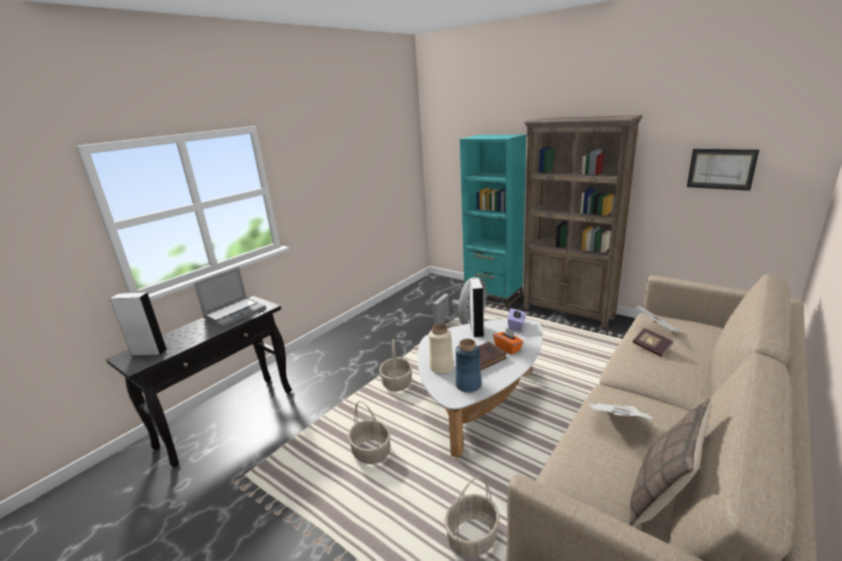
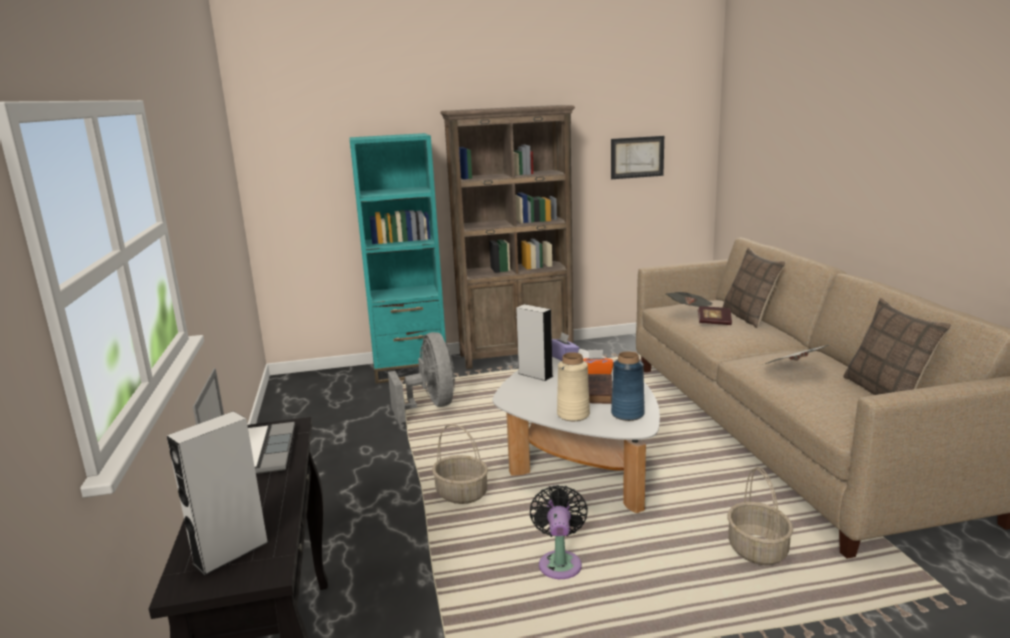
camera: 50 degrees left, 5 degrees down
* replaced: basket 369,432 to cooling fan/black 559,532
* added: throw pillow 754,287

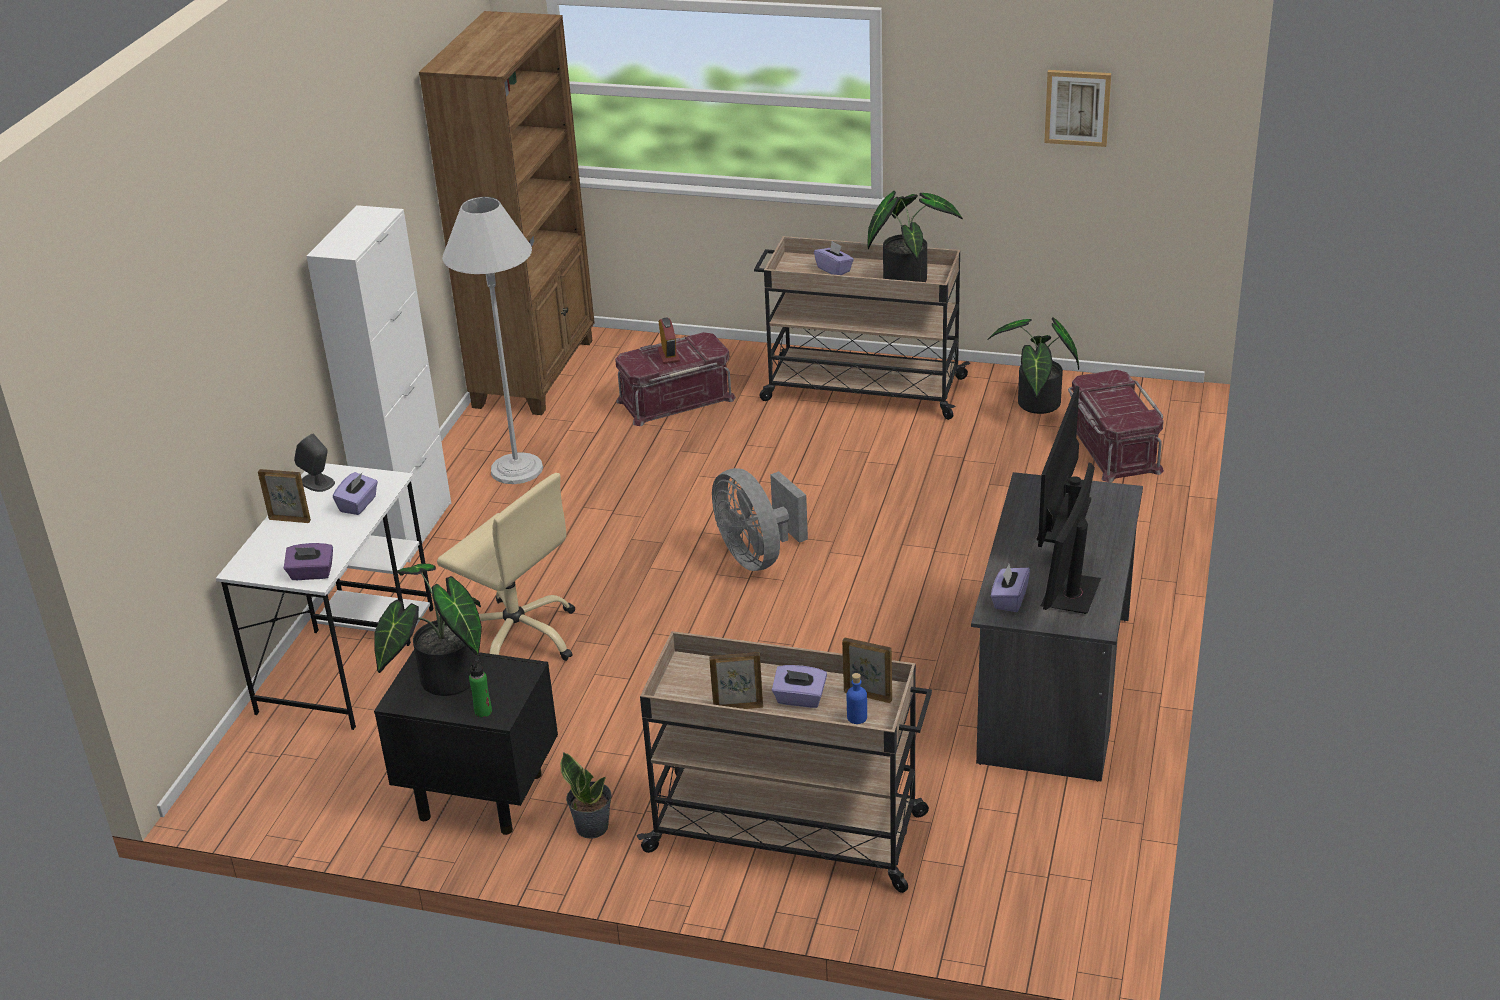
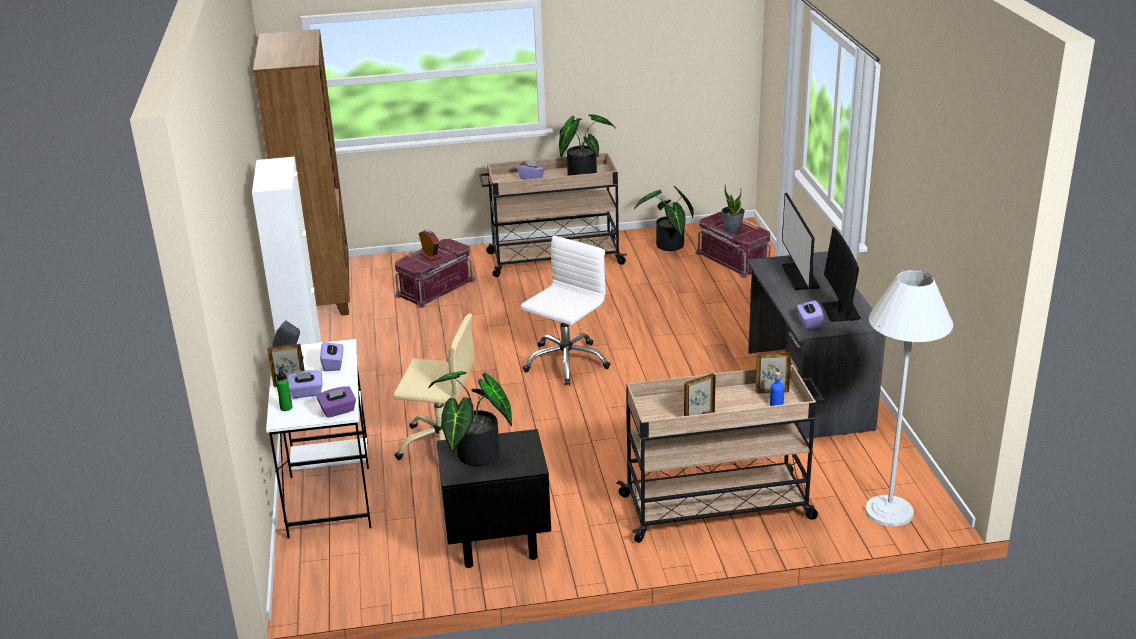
camera: 25 degrees left, 5 degrees down
* moved: bottle/green-coloured 480,687 to 284,389
* moved: box of tissues/purplish 799,686 to 304,384
* replaced: cooling fan/greyish 760,519 to computer chair/whitish 566,311
* moved: plant in a pot 586,795 to 733,209
* moved: floor lamp/whitish 492,340 to 909,398
* removed: picture 1077,108

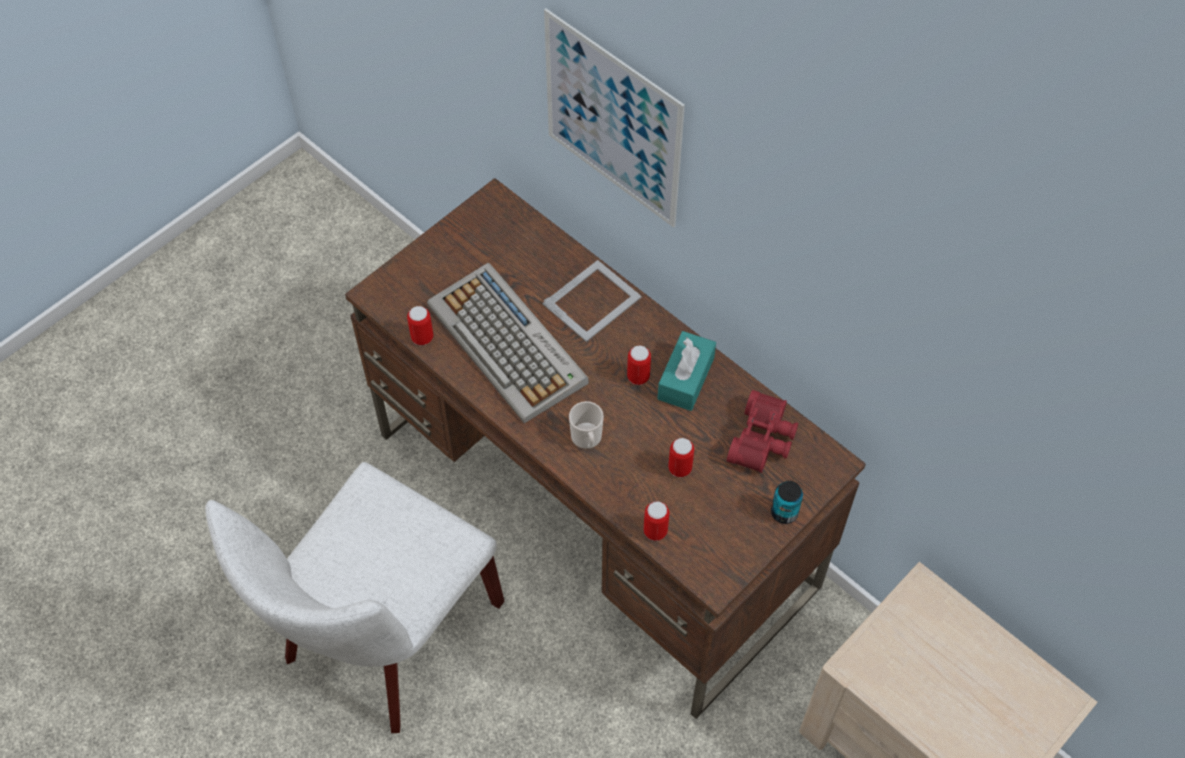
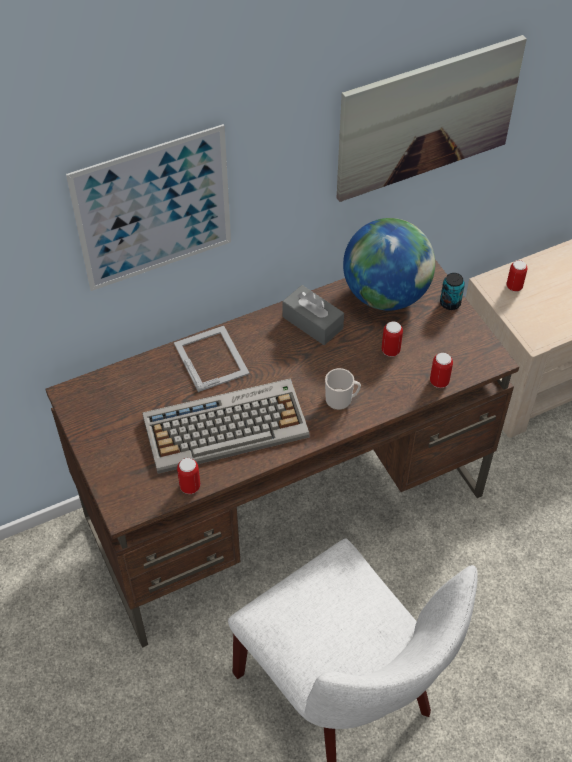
camera: 70 degrees left, 5 degrees down
* recoloured: box of tissues/blue-green 686,371 to box of tissues/greyish 313,315
* added: picture 432,118
* replaced: field glasses/reddish 762,431 to desk globe 389,264
* moved: metal can 639,365 to 517,276

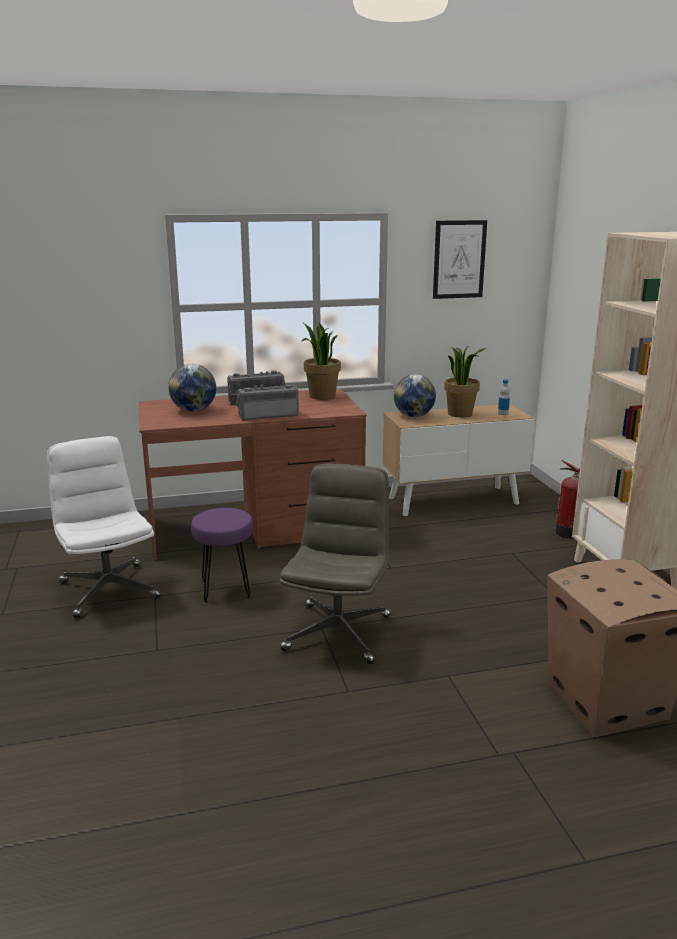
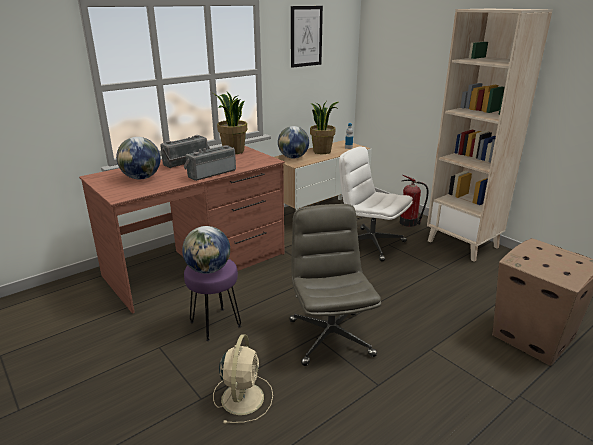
camera: 25 degrees left, 5 degrees up
* added: desk globe 206,250
* added: cooling fan/sand-coloured 243,379
* moved: computer chair/whitish 104,527 to 376,204

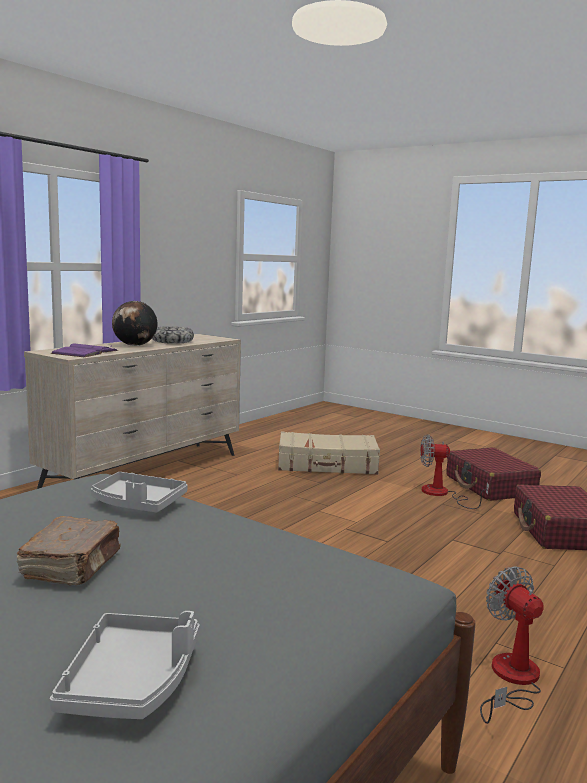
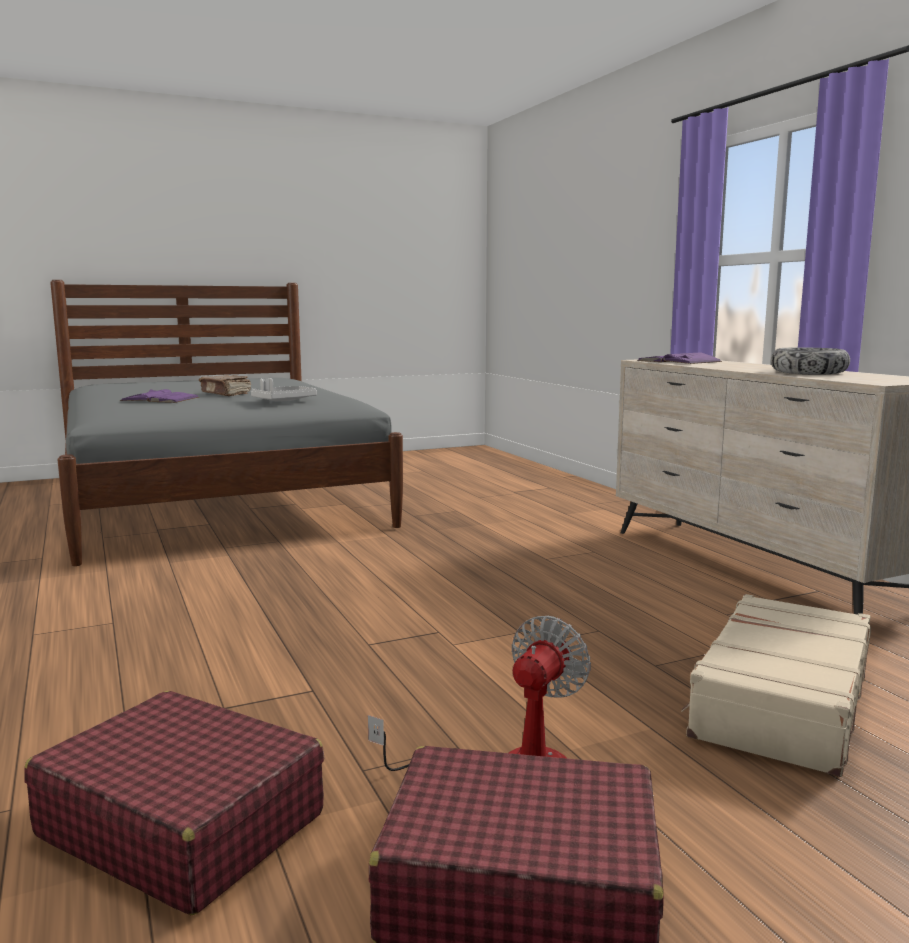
camera: 120 degrees right, 0 degrees up
* added: volume/purplish 159,396
* removed: carrying tray/greyish 125,665
* removed: desk globe 135,323
* removed: cooling fan 512,645

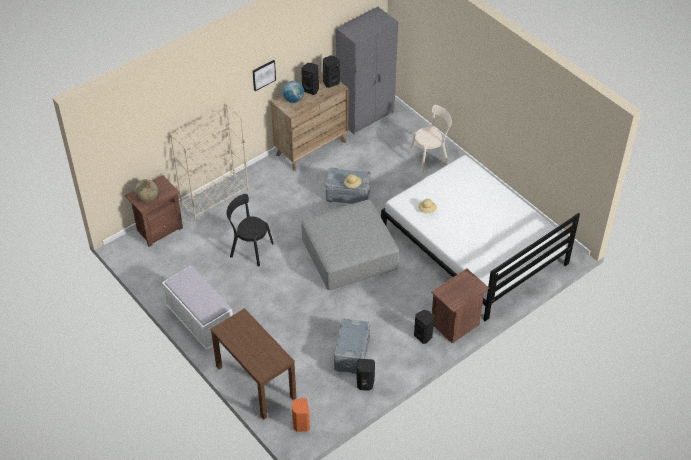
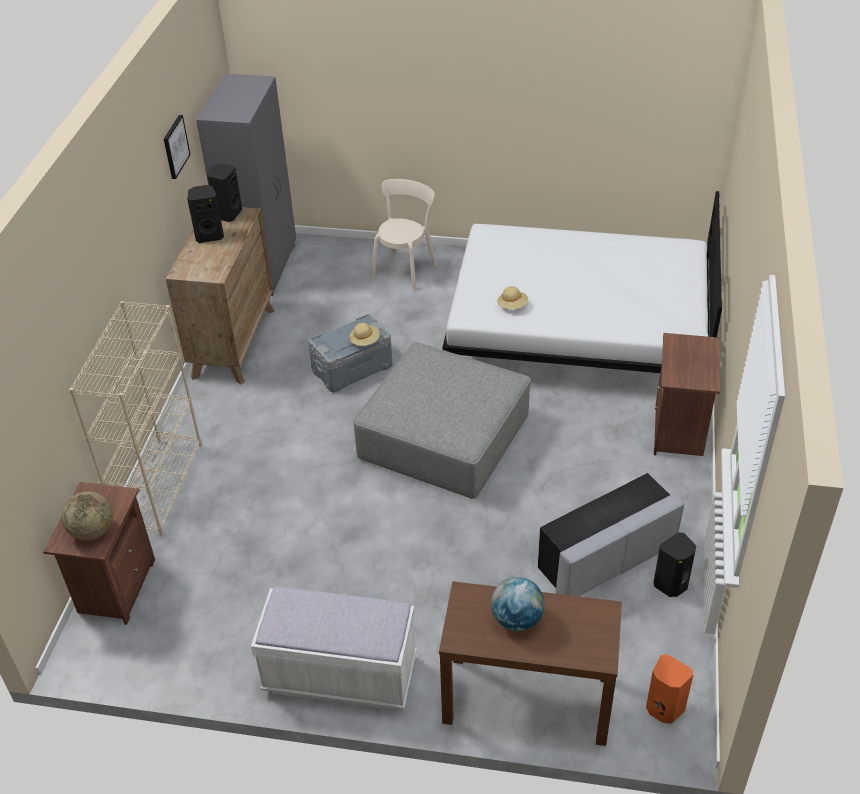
camera: 40 degrees left, 5 degrees down
* moved: picture 264,75 to 177,147
* moved: desk globe 293,92 to 518,604
* replaced: storage container/greyish 352,346 to ottoman/greyish 611,535
* removed: upright chair/black 250,230
* removed: loudspeaker/black 424,327

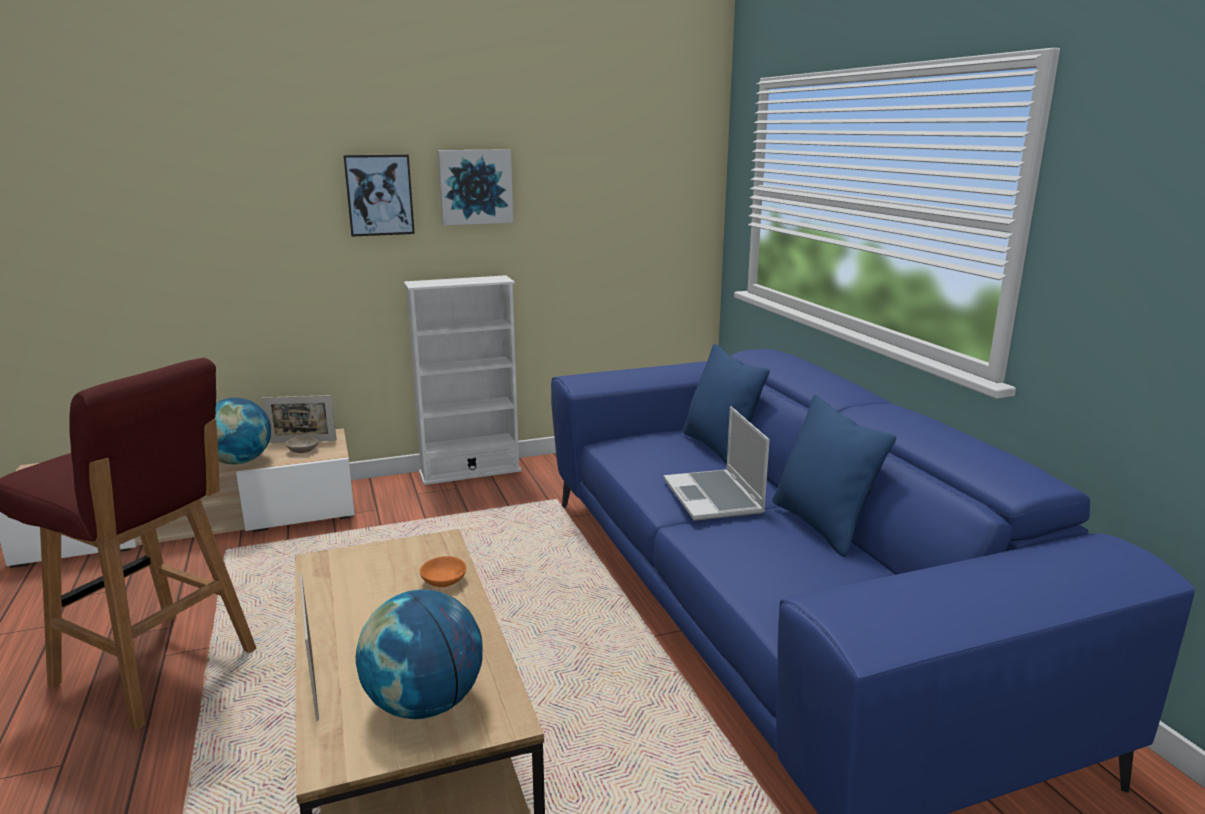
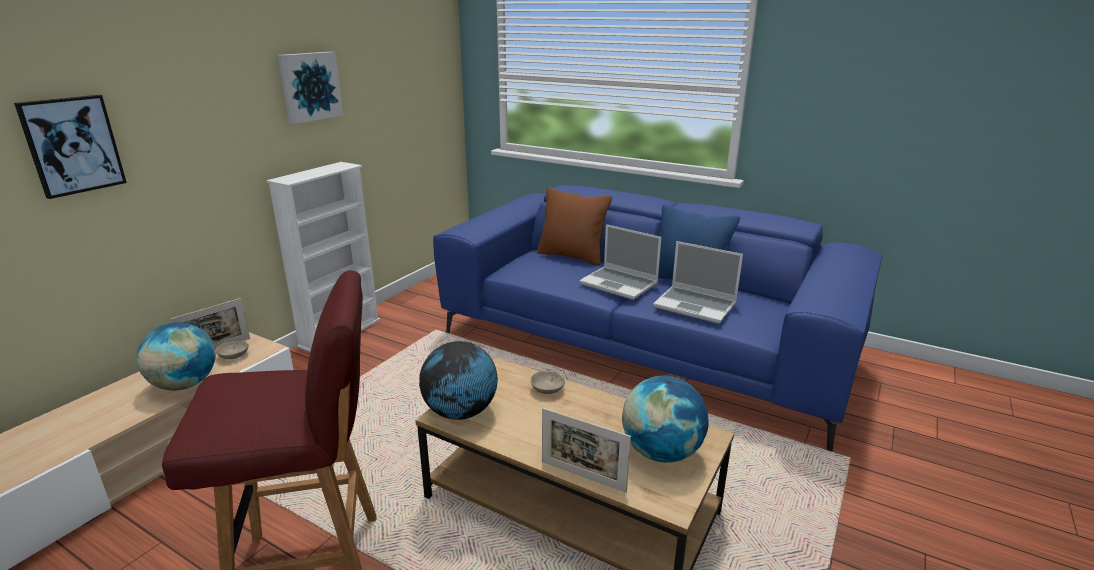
camera: 40 degrees left, 5 degrees up
* moved: picture 379,195 to 70,147
* added: desk globe 458,380
* recoloured: deep dish/orange-coloured 443,571 to deep dish/sand-coloured 547,382
* recoloured: throw pillow/blue 726,404 to throw pillow/brown 574,226
* added: portable computer 698,282

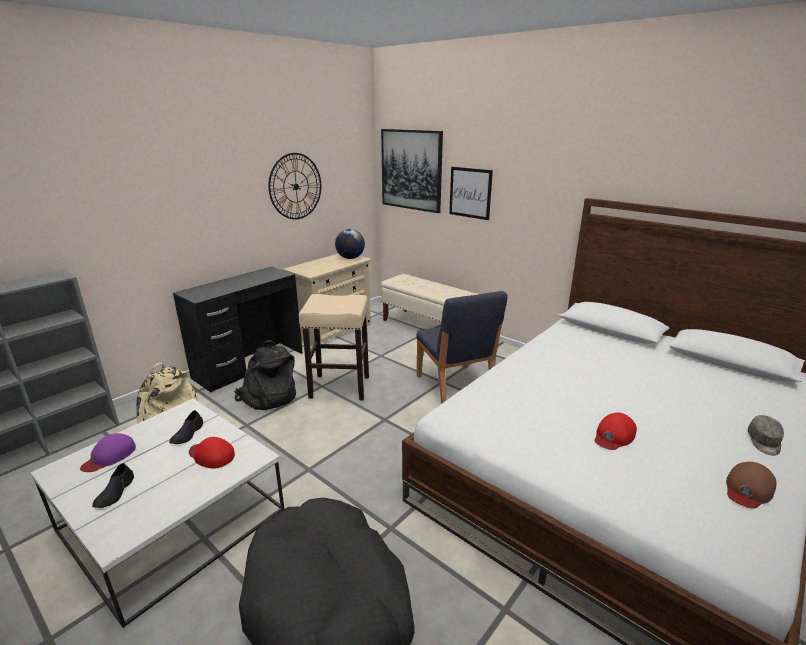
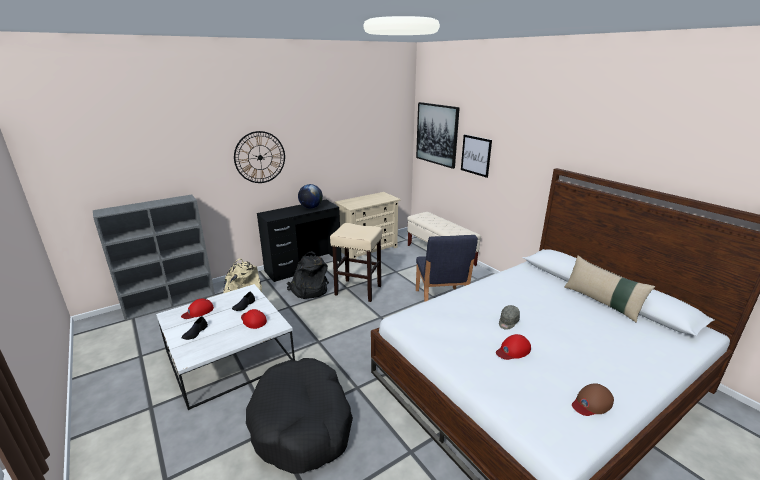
camera: 15 degrees right, 0 degrees up
* recoloured: baseball cap/purplish 108,452 to baseball cap/reddish 197,309
* moved: clock on the wall 294,186 to 259,157
* moved: desk globe 350,244 to 310,196
* moved: baseball cap/greyish 766,435 to 509,317
* added: throw pillow/sand-coloured 609,289

